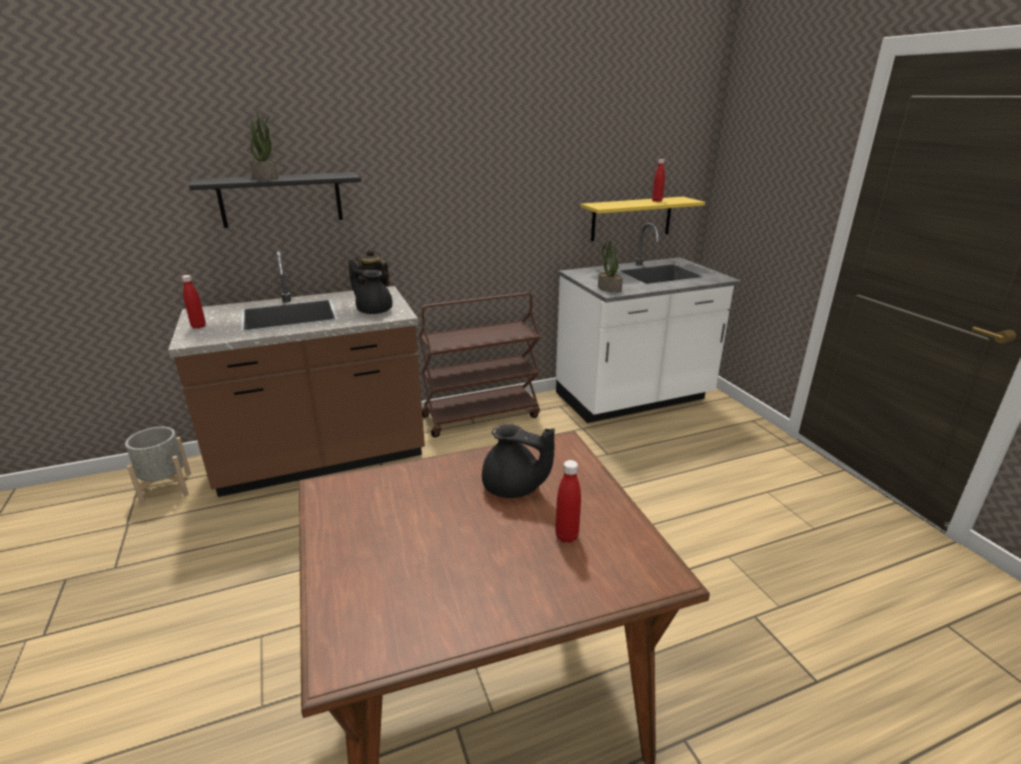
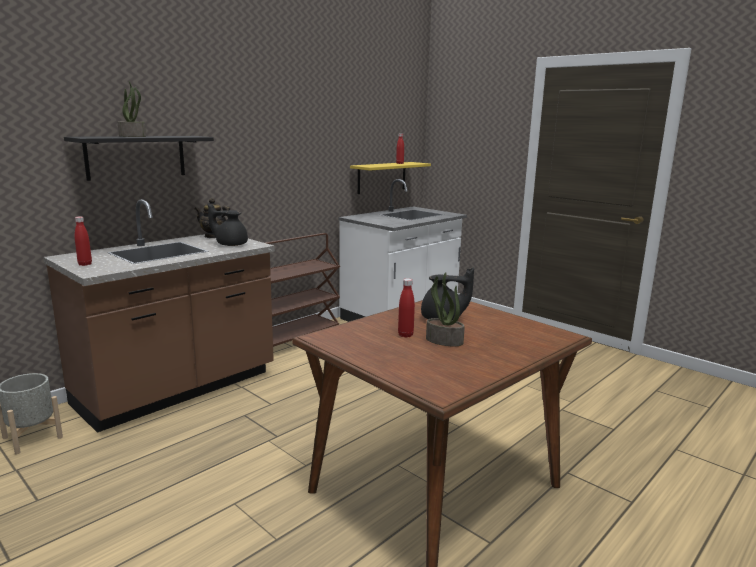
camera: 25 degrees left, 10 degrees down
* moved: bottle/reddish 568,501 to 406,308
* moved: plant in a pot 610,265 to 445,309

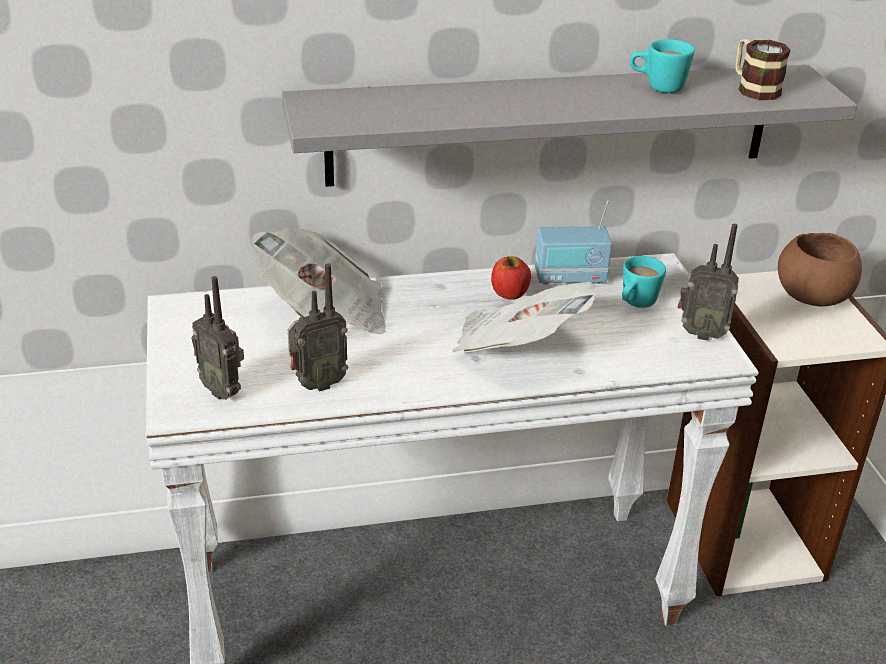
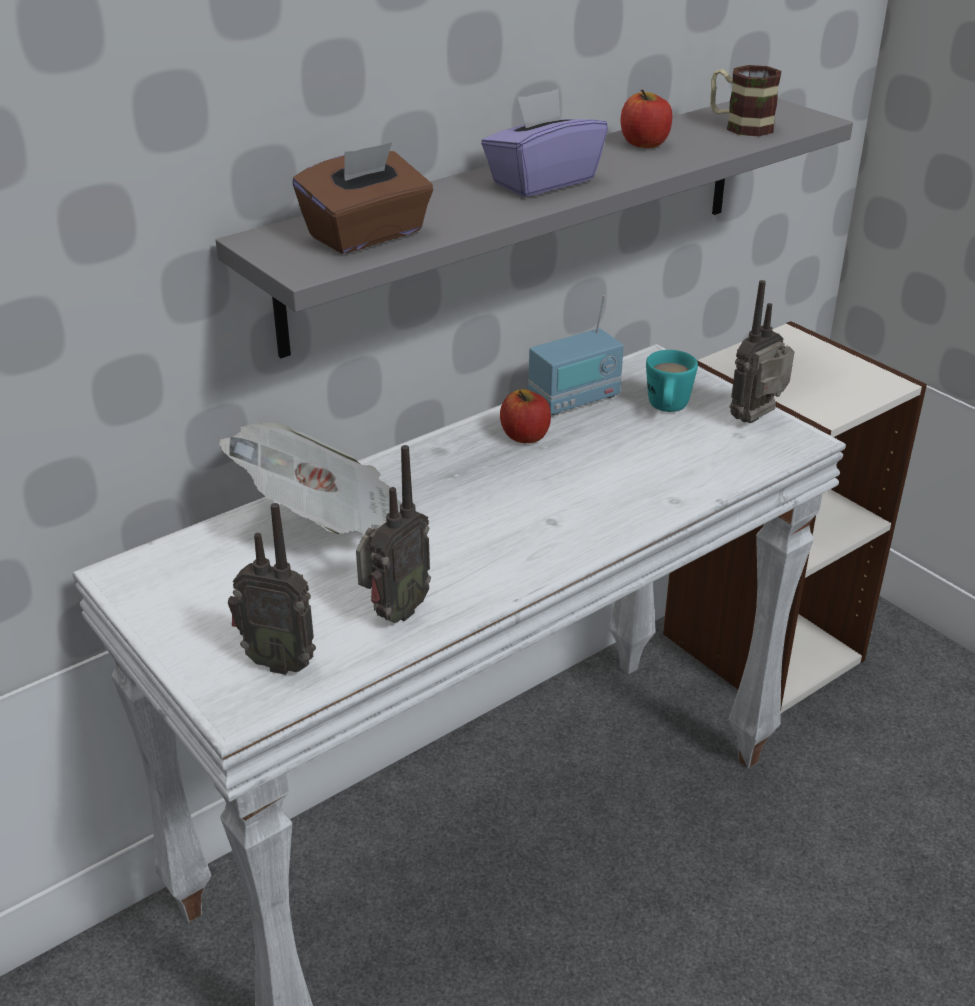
camera: 25 degrees left, 0 degrees up
* added: box of tissues/brown 362,198
* added: box of tissues/purplish 544,143
* replaced: mug/blue-green 662,66 to apple 647,118
* turned: radio receiver 708,282 = 762,352 150 degrees clockwise
* removed: printed paper 524,317
* removed: deep dish/brown 820,269

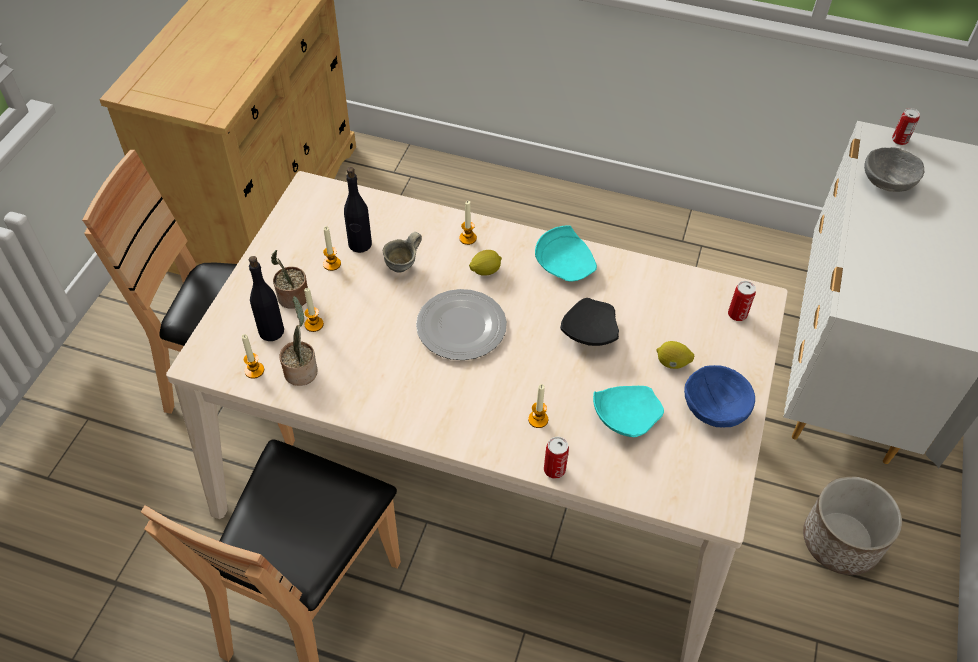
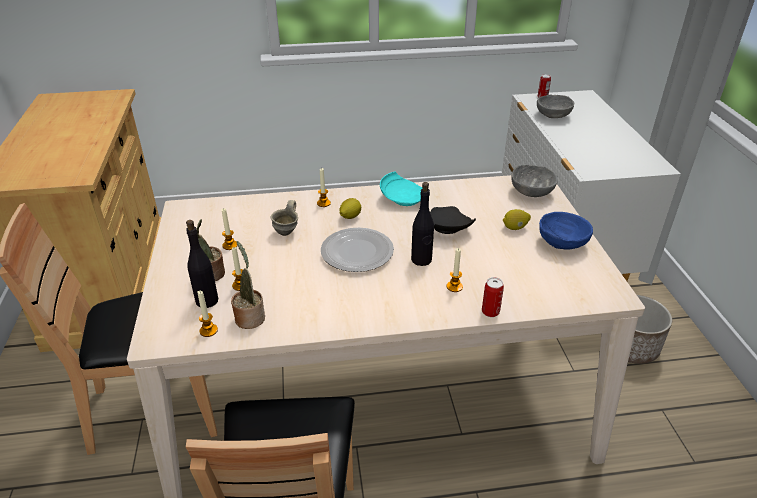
camera: 25 degrees left, 15 degrees down
* moved: bottle/black 358,210 to 422,224
* replaced: metal can 742,301 to deep dish/greyish 534,181
* removed: flat dish/blue-green 628,411

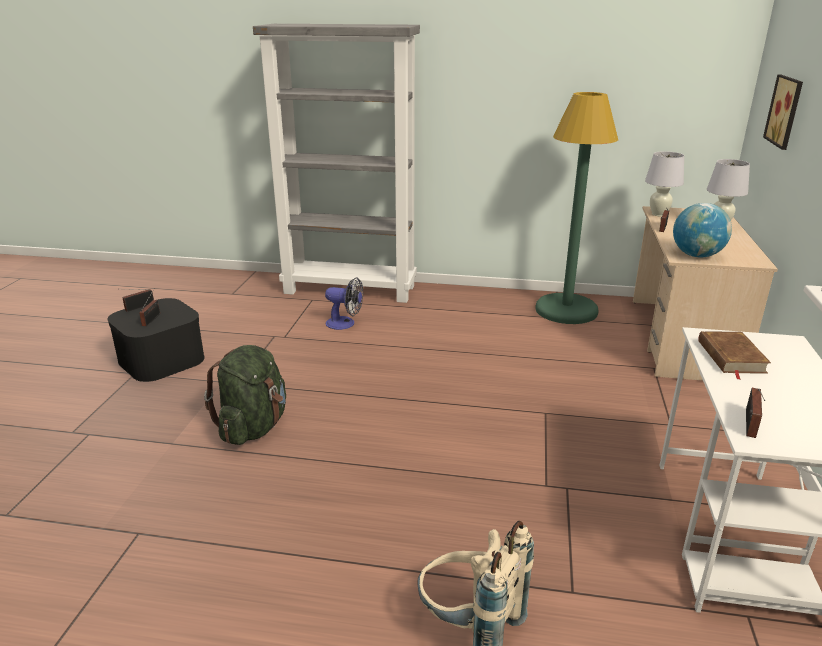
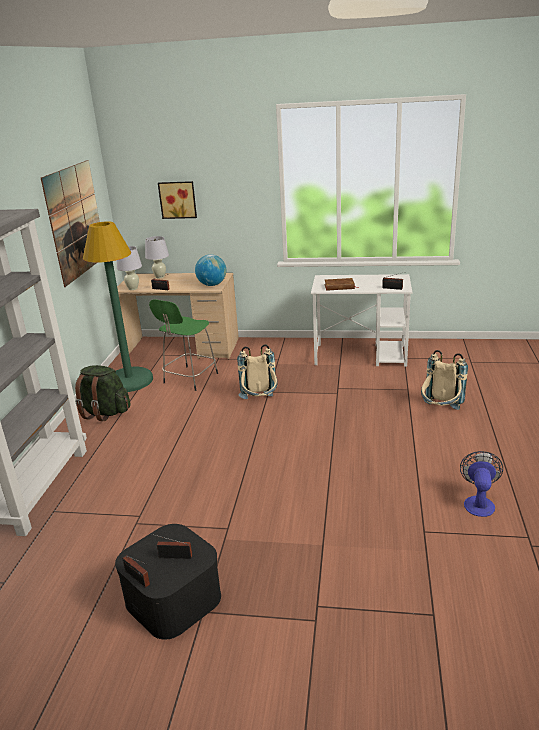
camera: 90 degrees left, 0 degrees up
* added: picture 70,223
* moved: rucksack/green-coloured 245,395 to 103,393
* added: stool/green-coloured 183,345
* added: rucksack/sand-coloured 257,371
* moved: cooling fan 344,303 to 481,484

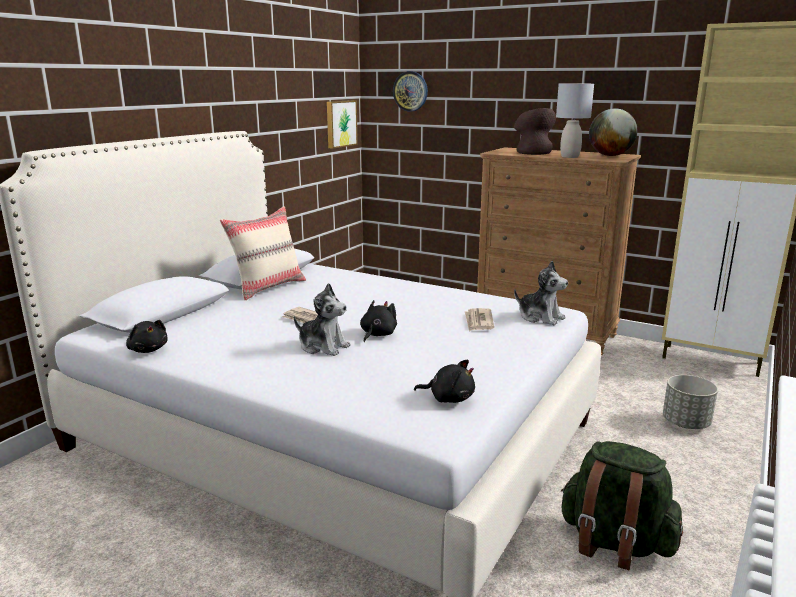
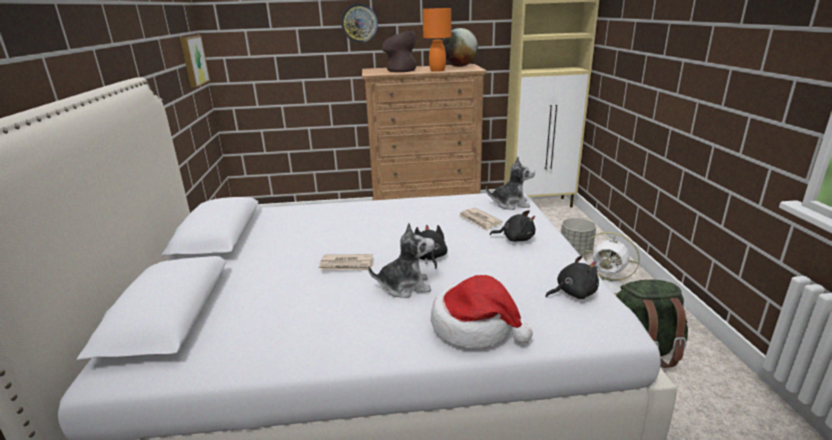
camera: 35 degrees left, 5 degrees up
* moved: clock on the wall 410,91 to 359,23
* recoloured: tabletop lamp/greyish 575,121 to tabletop lamp/orange-coloured 437,40
* added: hat 482,311
* moved: soft toy/black 147,336 to 513,226
* added: cooling fan/whitish 612,263
* removed: throw pillow/sand-coloured 263,253

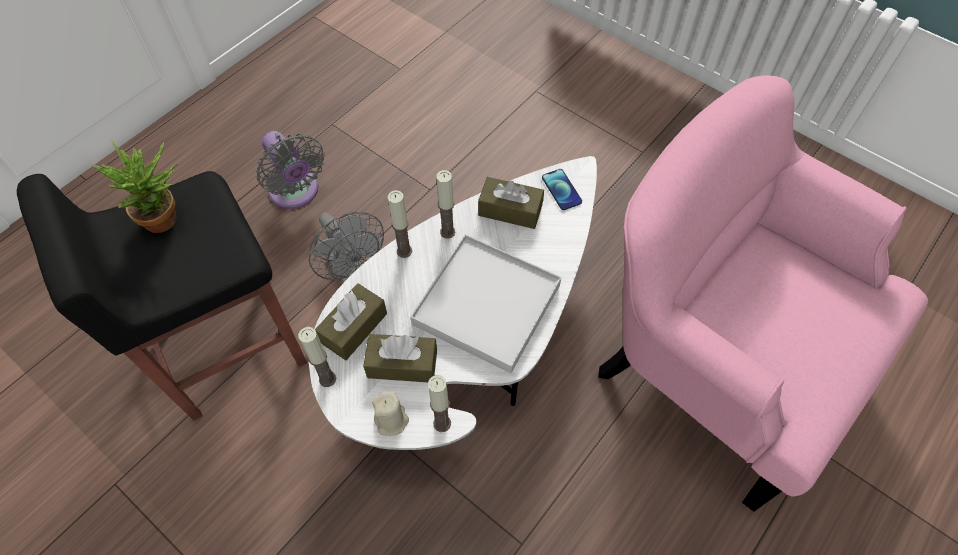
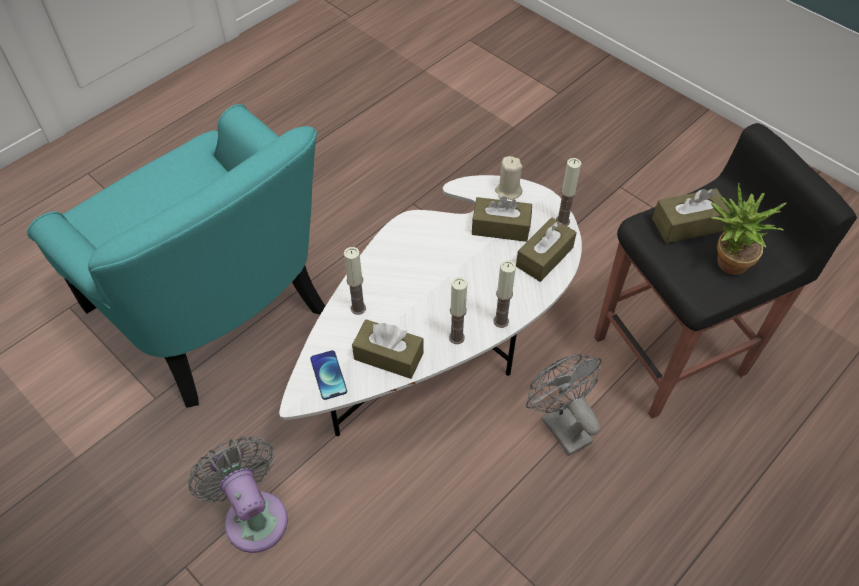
camera: 175 degrees left, 5 degrees down
* recoloured: lounge chair/pink 763,293 to lounge chair/blue-green 176,256
* moved: cooling fan/greyish 290,170 to 238,494
* moved: wax candle 439,403 to 355,281
* added: box of tissues/brown 692,215
* removed: carrying tray/whitish 485,303

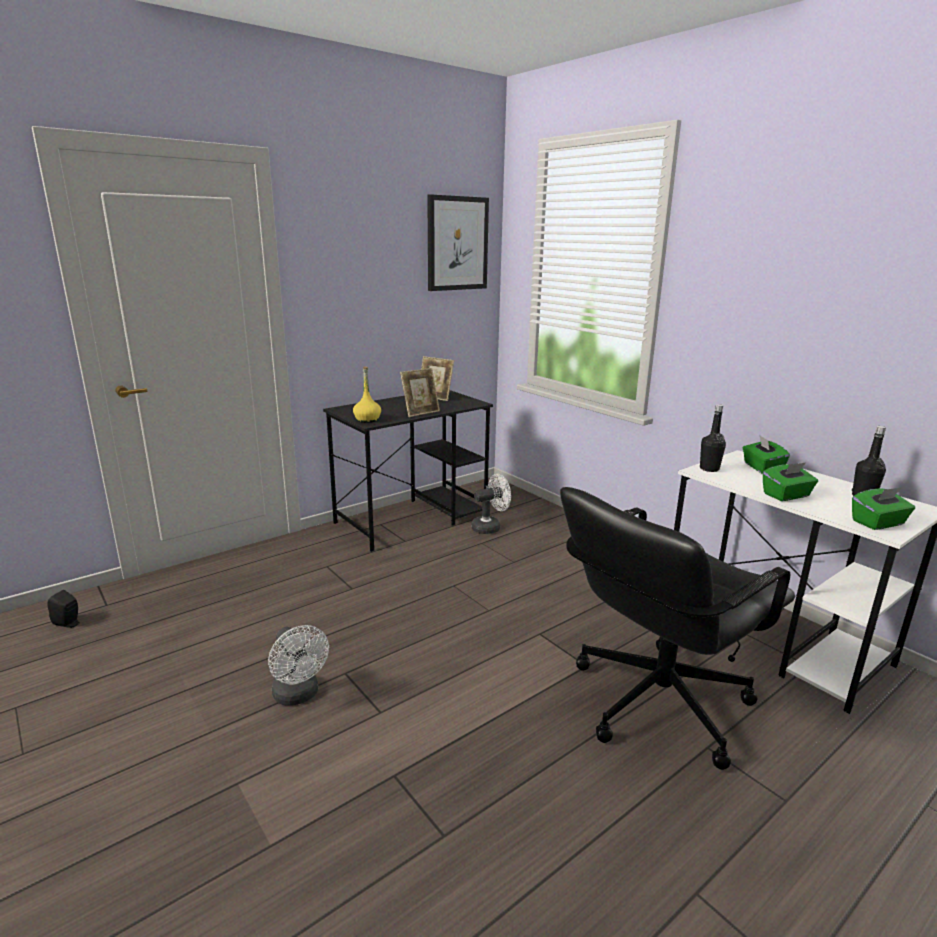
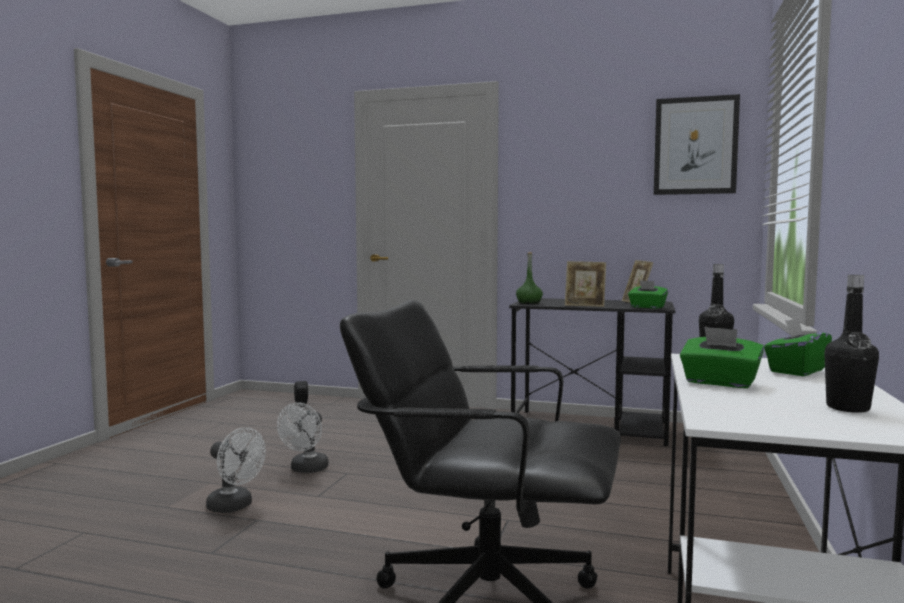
camera: 55 degrees right, 15 degrees down
* moved: cooling fan/whitish 491,504 to 236,470
* recoloured: bottle/yellowish 367,394 to bottle/green-coloured 529,278
* moved: box of tissues/green-coloured 883,508 to 648,294

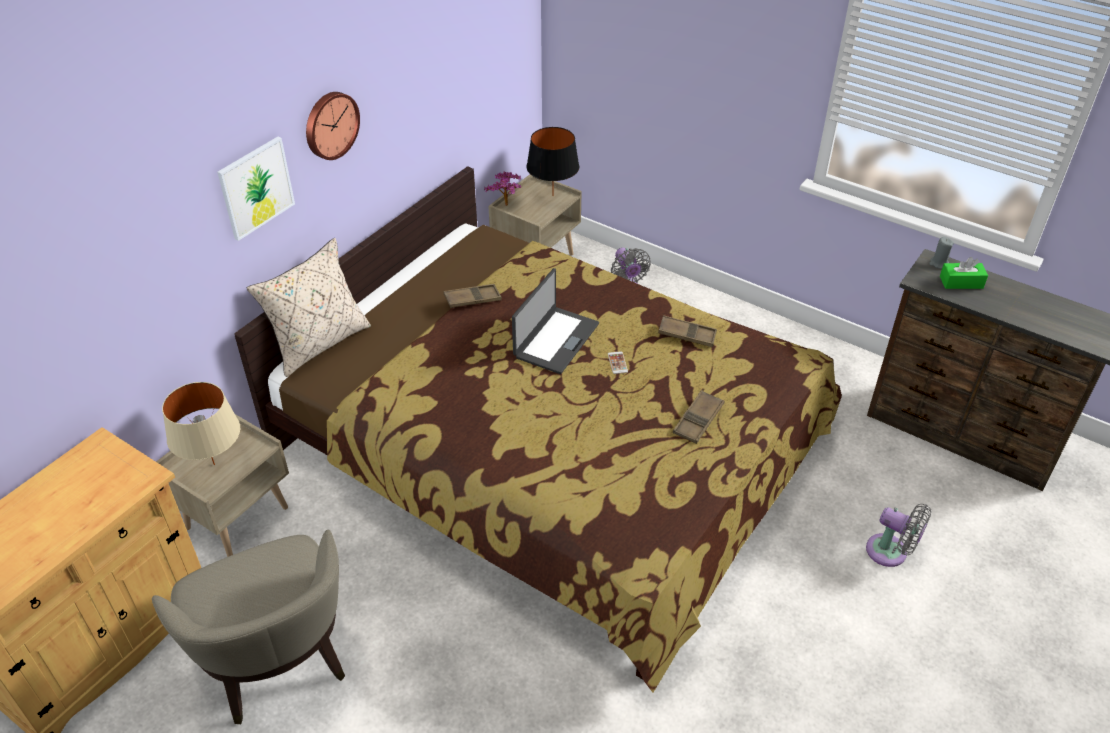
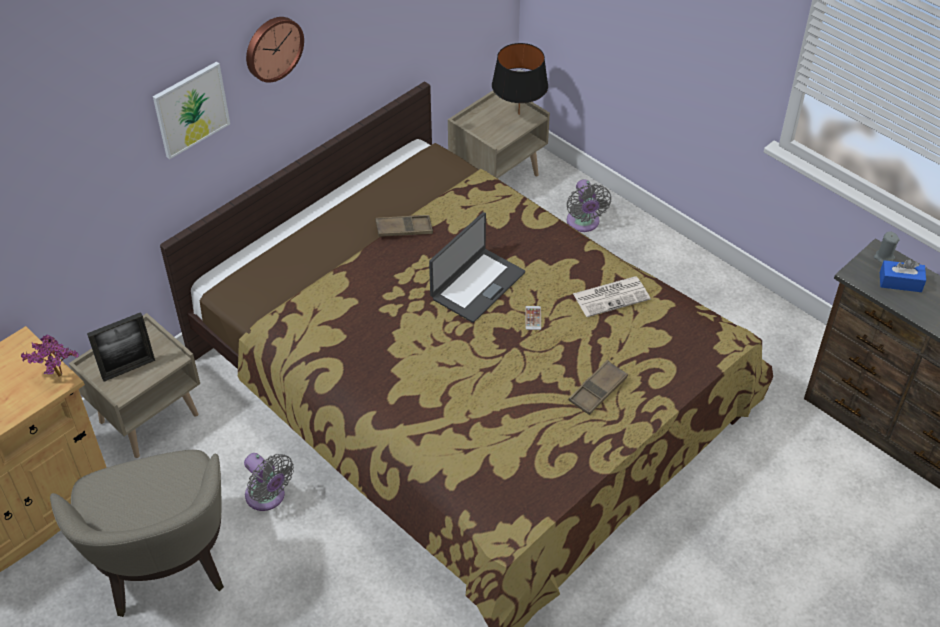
camera: 10 degrees right, 5 degrees up
* moved: plant in a pot 502,189 to 50,355
* replaced: tabletop lamp/sand-coloured 201,423 to picture frame 121,347
* moved: cooling fan/greyish 898,535 to 269,482
* replaced: carrying tray/brown 687,331 to printed paper 612,296
* recoloured: box of tissues/green-coloured 964,273 to box of tissues/blue 903,275
* removed: throw pillow/sand-coloured 309,307

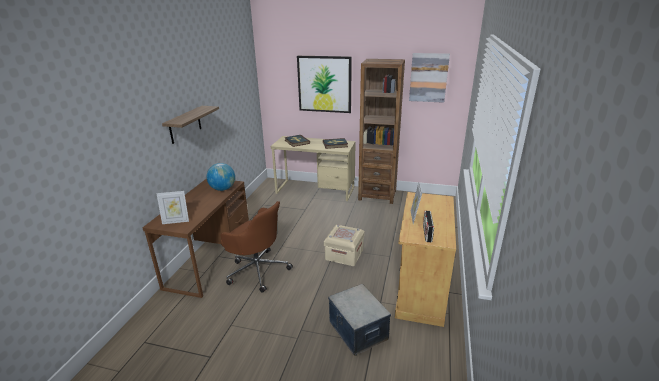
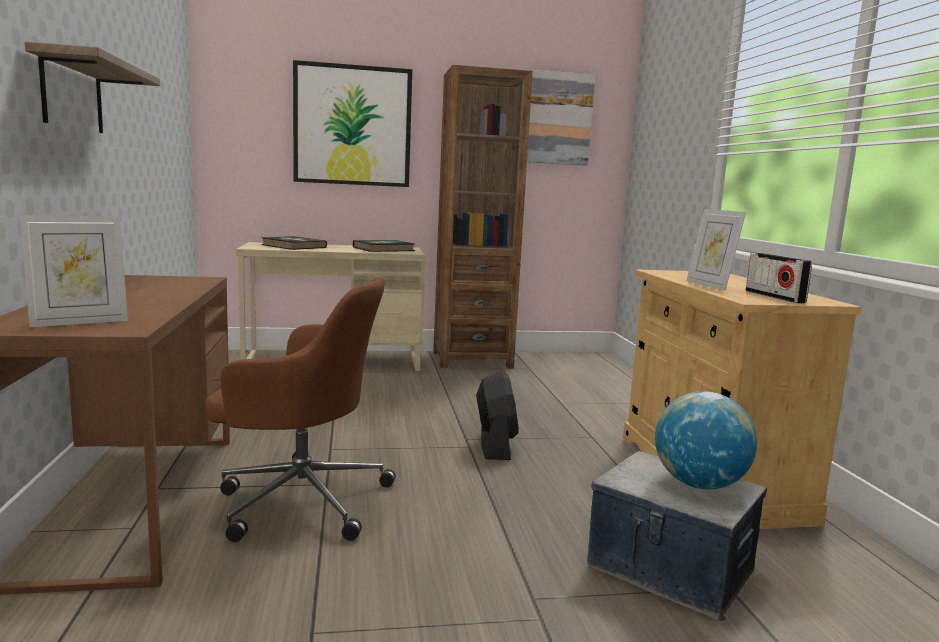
camera: 25 degrees left, 15 degrees down
* replaced: storage container/sand-coloured 344,245 to cooling fan/black 497,415
* moved: desk globe 221,177 to 706,440

